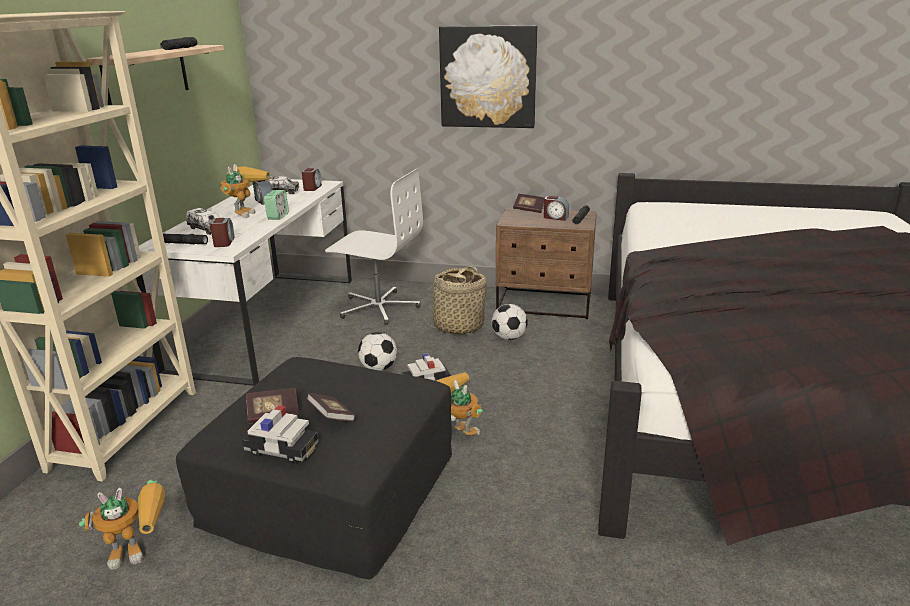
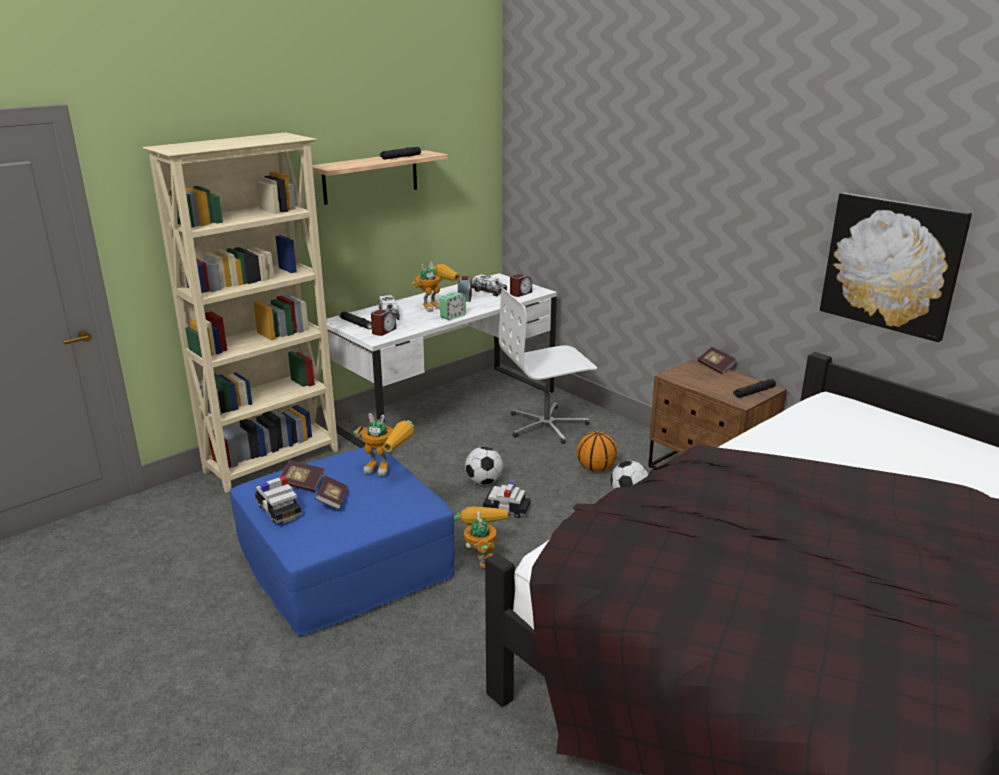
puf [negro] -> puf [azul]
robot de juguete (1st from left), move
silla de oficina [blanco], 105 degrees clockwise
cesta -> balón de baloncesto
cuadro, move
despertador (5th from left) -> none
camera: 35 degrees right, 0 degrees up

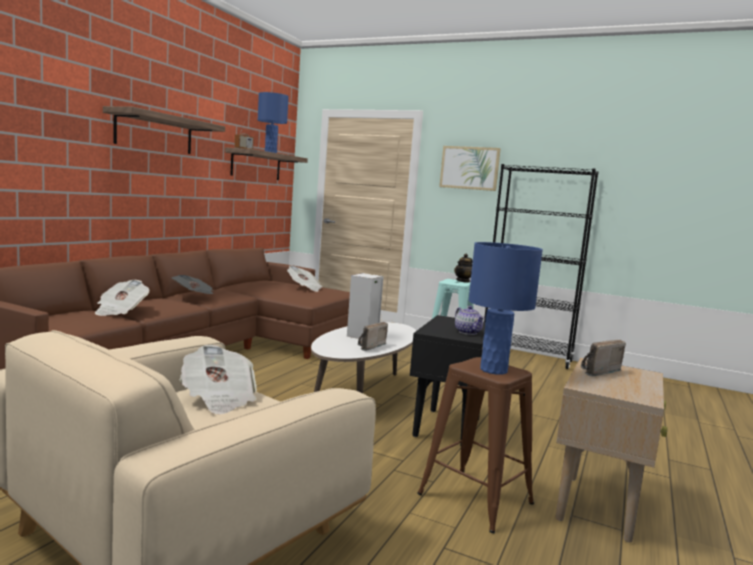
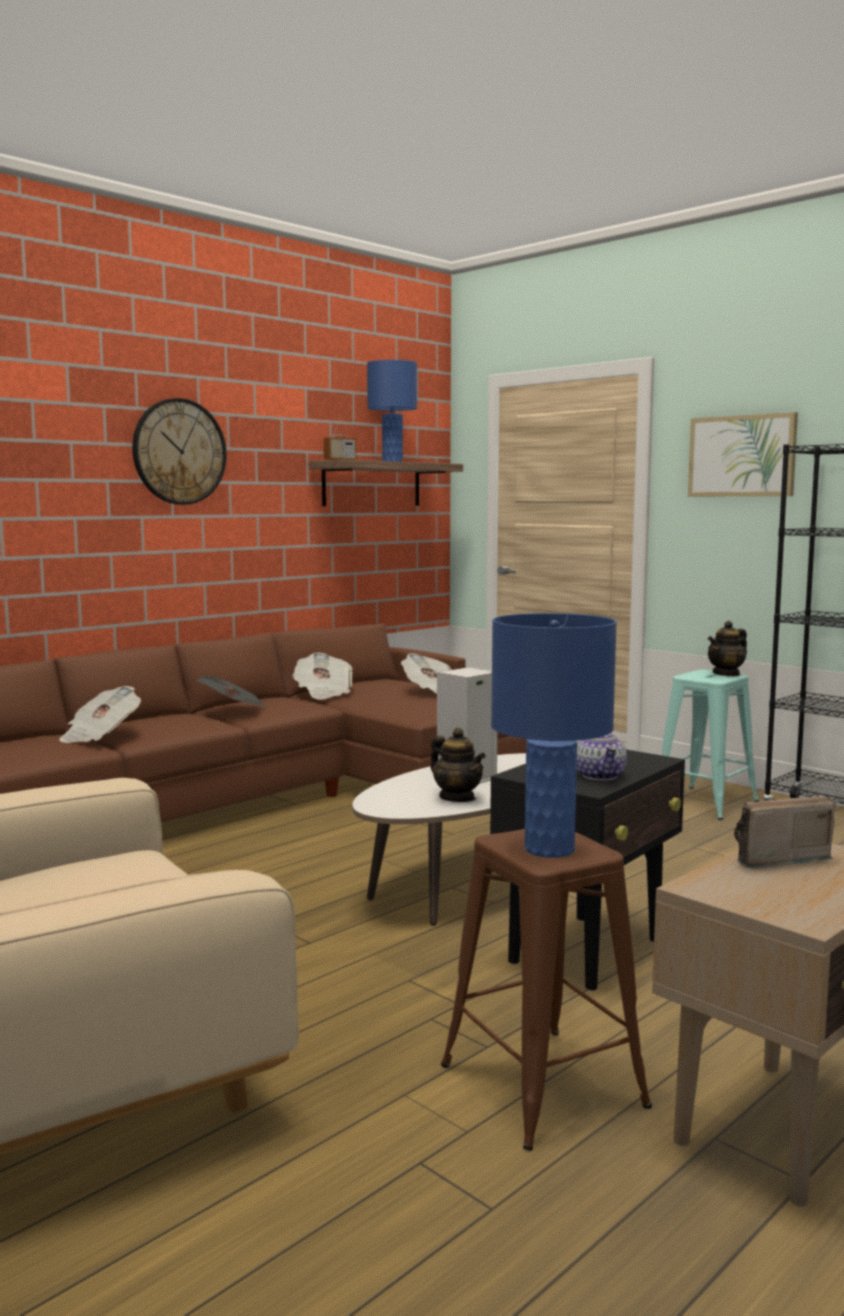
estante (1st from left) -> reloj de pared
periódico (3rd from left), move
radio (2nd from left) -> tetera (1st from left)
camera: 20 degrees right, 0 degrees up

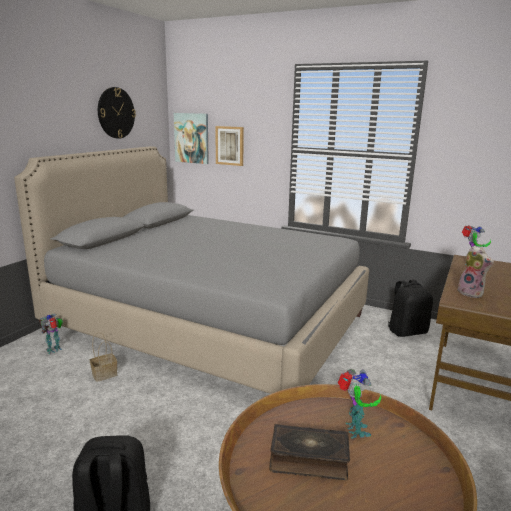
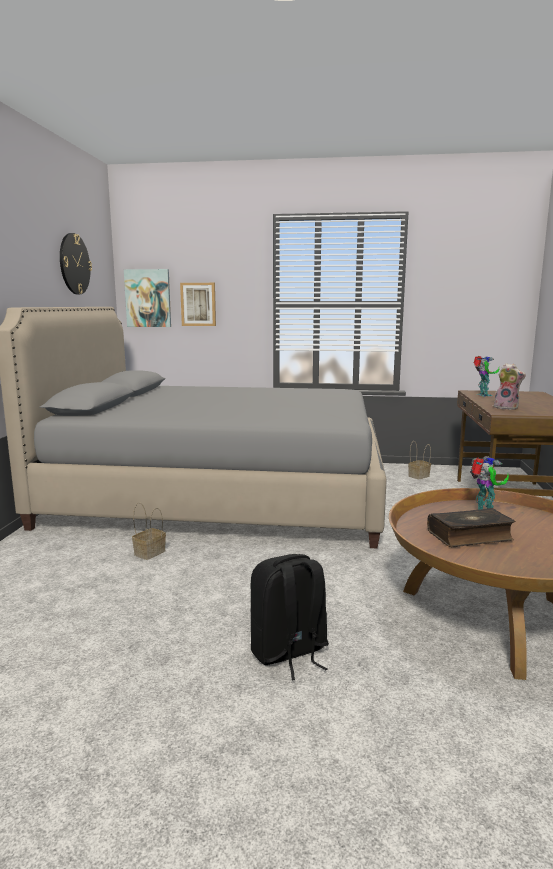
mochila [negro] (2nd from left) -> cesta (2nd from left)
robot de juguete (1st from left) -> none
camera: 20 degrees left, 5 degrees down

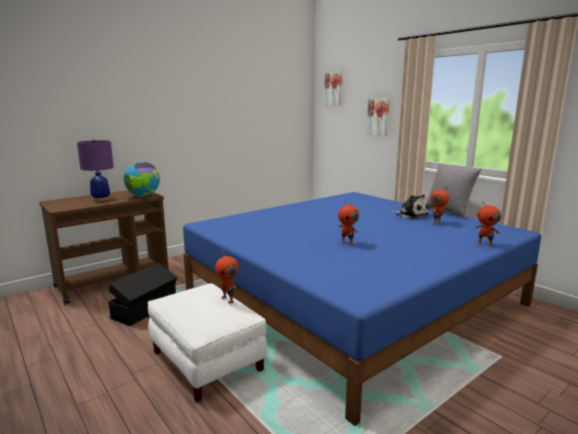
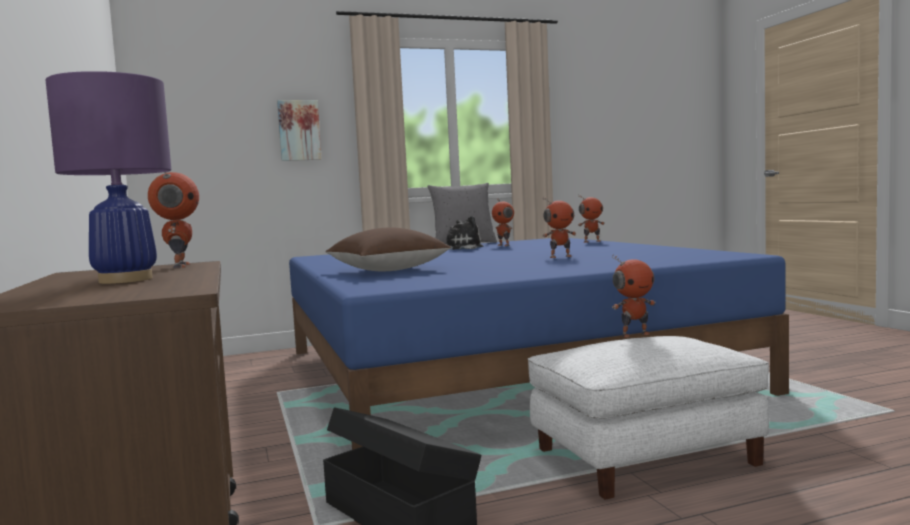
globo terráqueo -> robot de juguete (1st from left)
none -> cojín [marrón]
cuadro (1st from left) -> none
camera: 70 degrees left, 10 degrees down

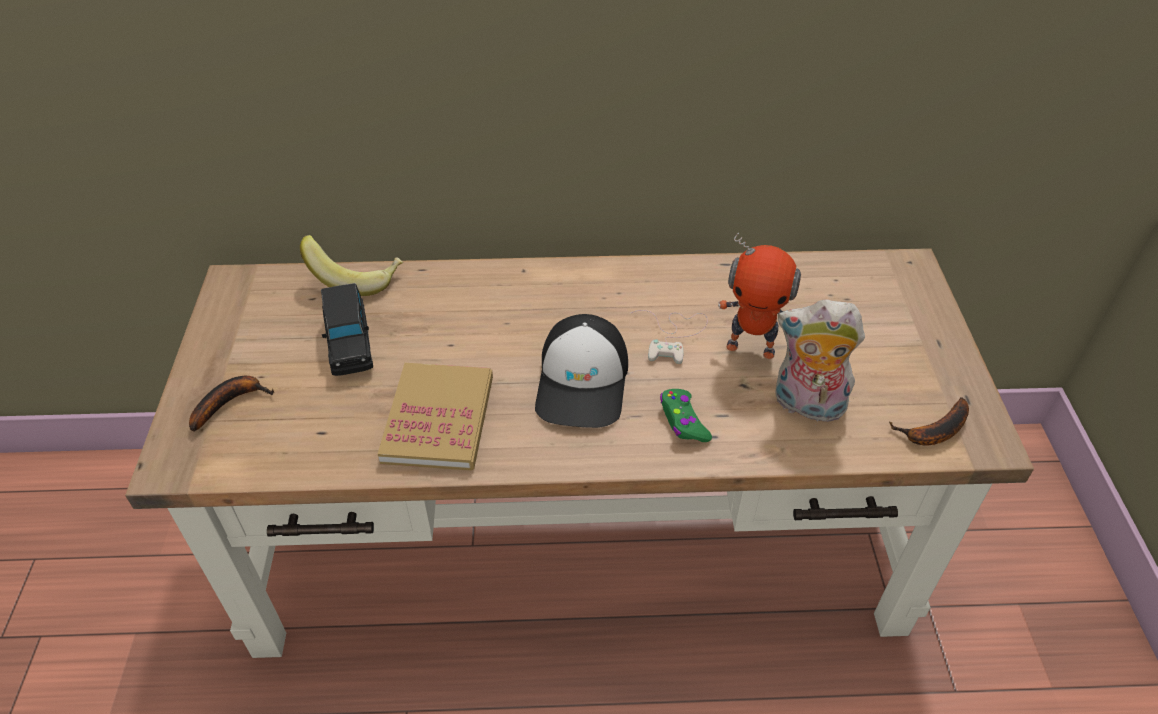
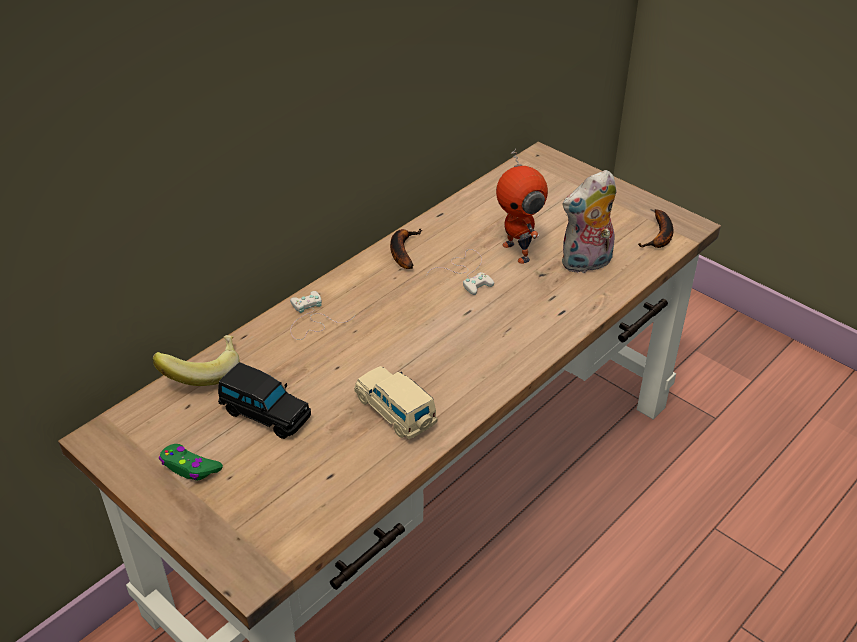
mando de consola [verde], move
none -> mando de consola [blanco] (1st from left)
libro -> coche de juguete [beis]
plátano (1st from left in the first image) -> plátano (2nd from left), move
robot de juguete, 90 degrees clockwise
gorra -> none
camera: 45 degrees left, 5 degrees down

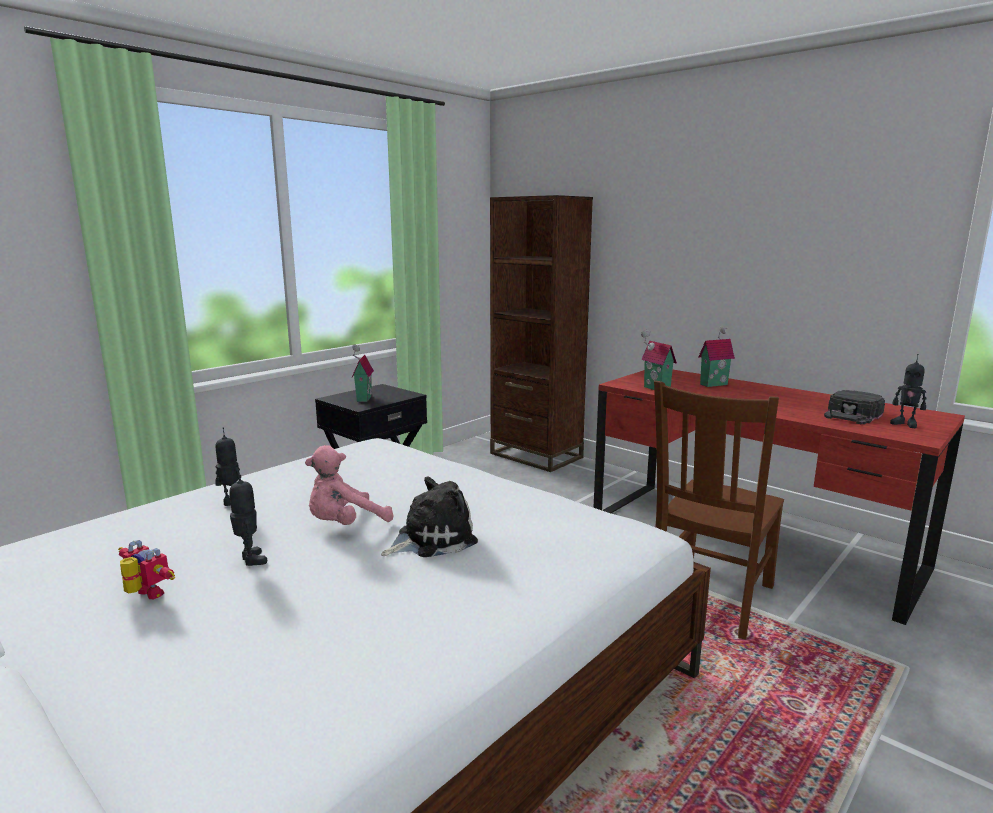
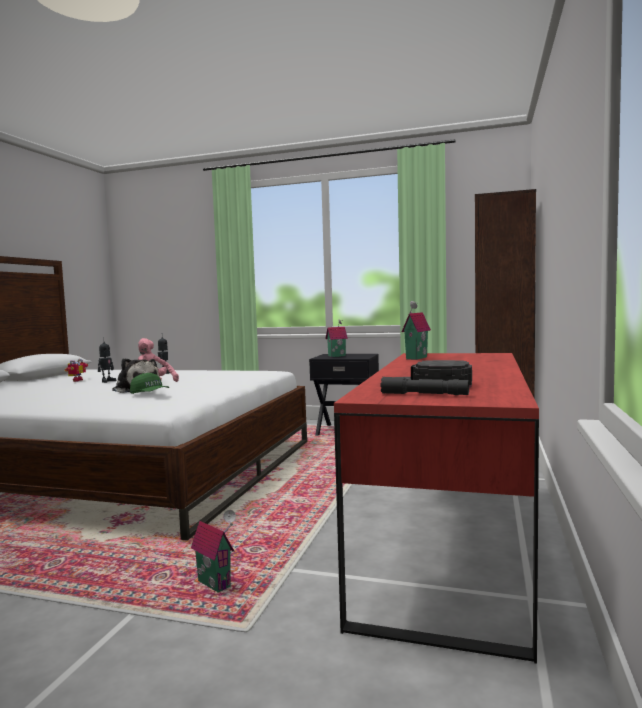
none -> gorra [verde]
casita (3rd from left in the first image) -> casita (1st from left), move
robot de juguete (4th from left) -> linterna [gris]
silla [marrón] -> none
camera: 65 degrees right, 10 degrees down

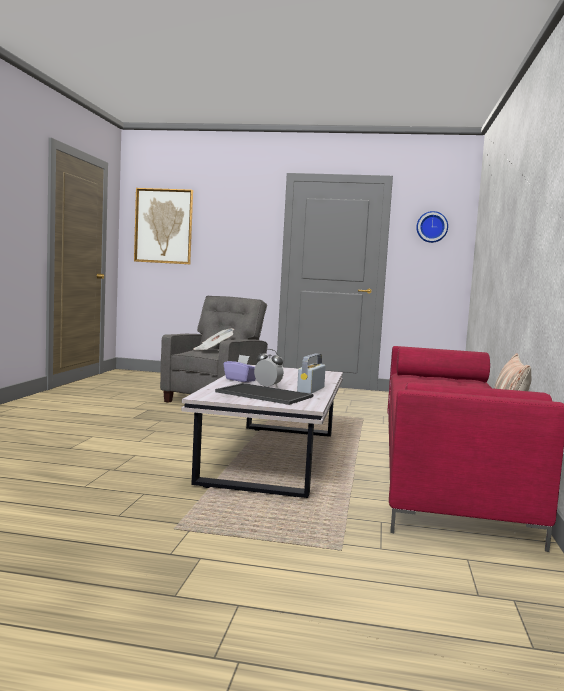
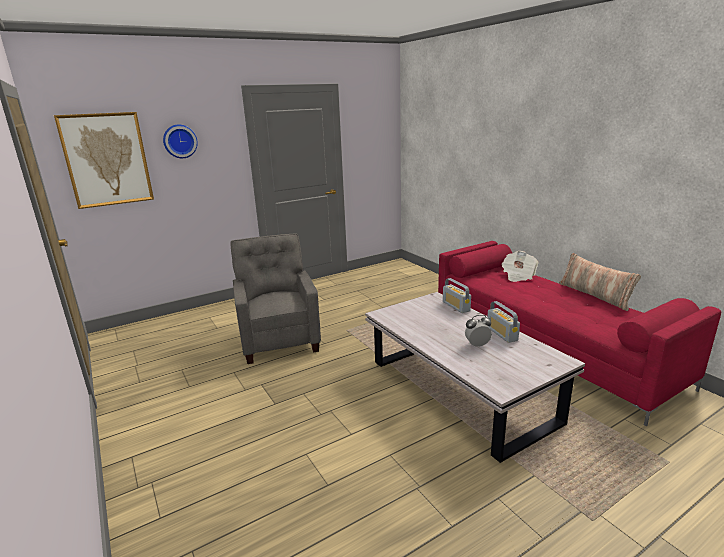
reloj de pared, move
none -> radio (1st from left)
periódico, move
bandeja -> none
caja de pañuelos [morado] -> none
camera: 40 degrees left, 15 degrees up

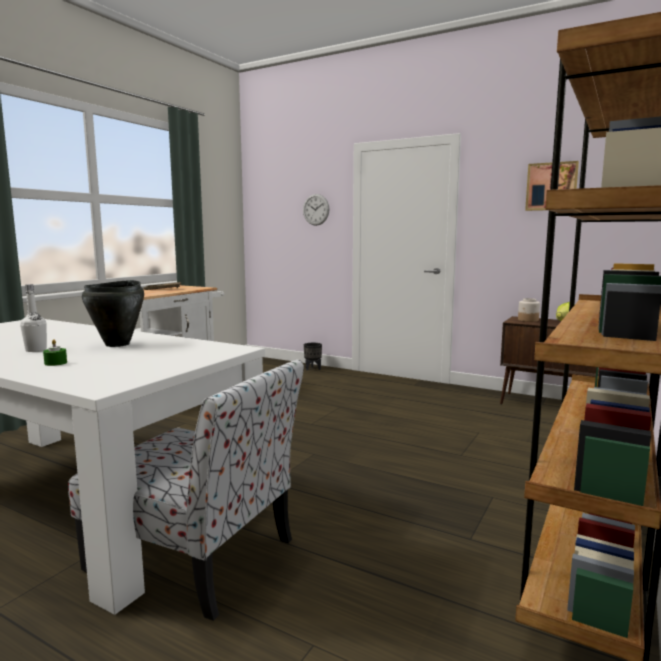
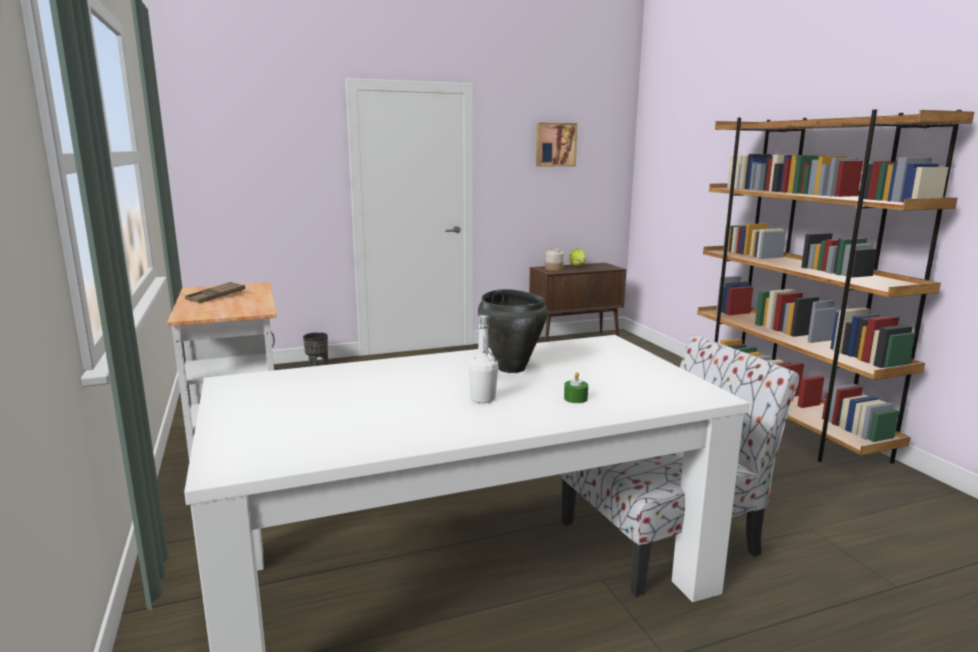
reloj de pared -> none
camera: 50 degrees left, 5 degrees up

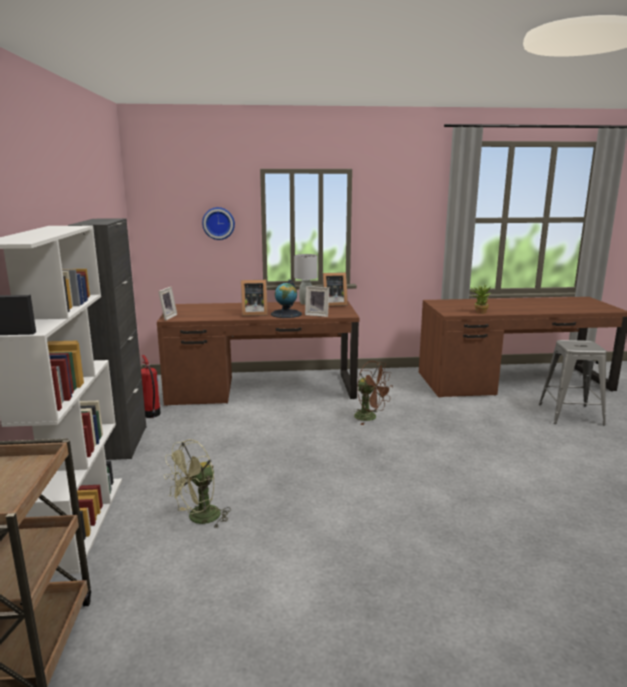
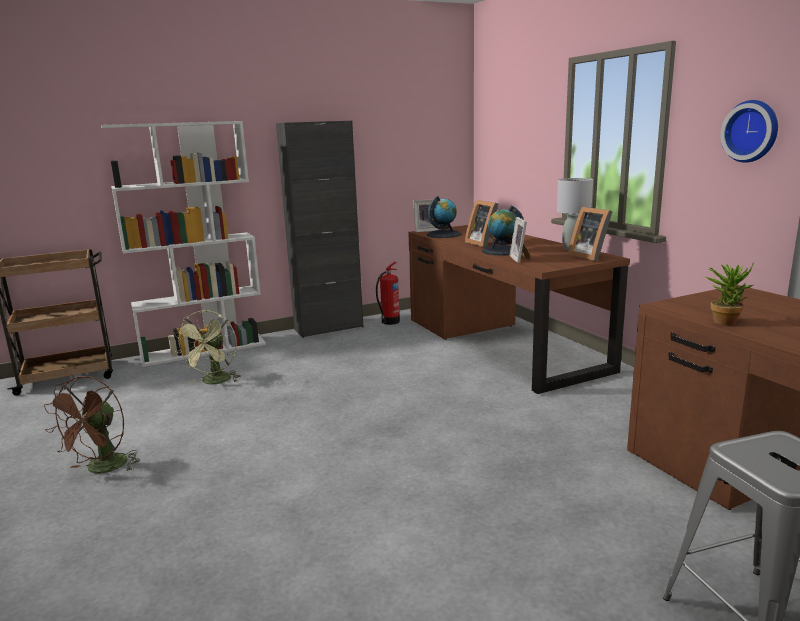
ventilador [marrón], move
ventilador [verde], 105 degrees counterclockwise
none -> globo terráqueo (1st from left)
reloj de pared, move
camera: 70 degrees right, 0 degrees up

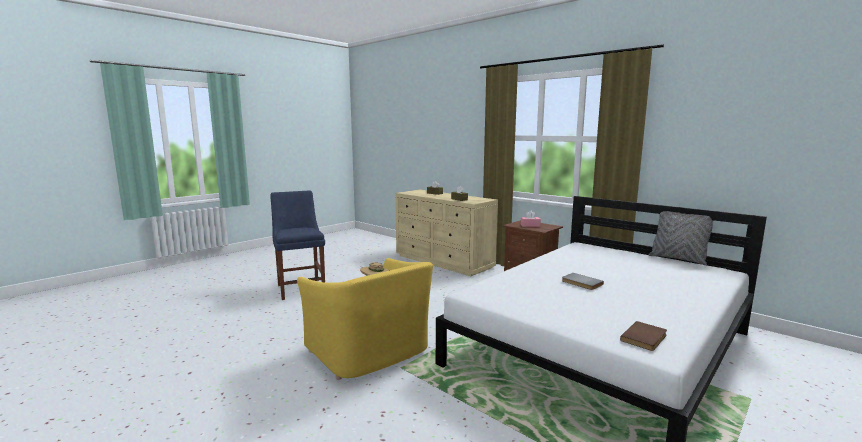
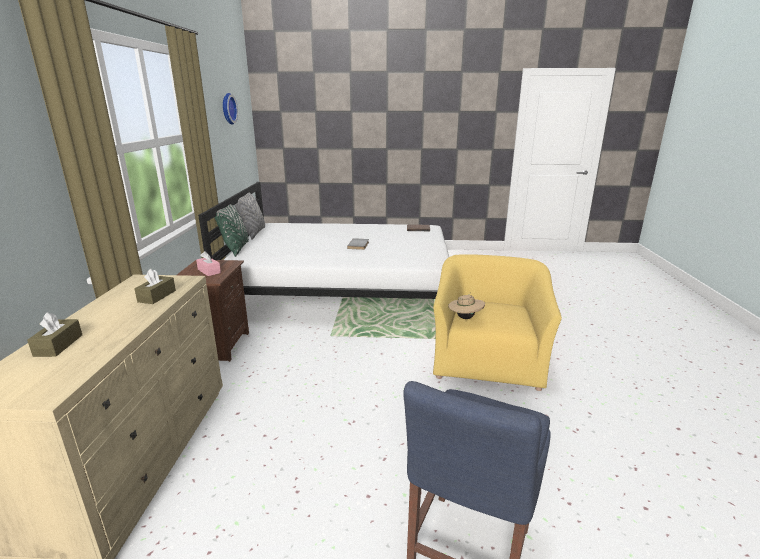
none -> cojín [verde]
none -> reloj de pared
camera: 130 degrees left, 10 degrees up

